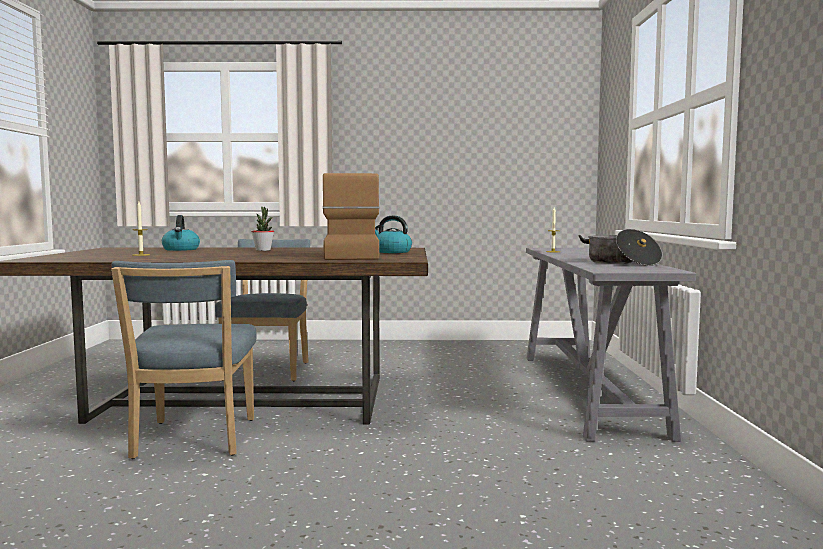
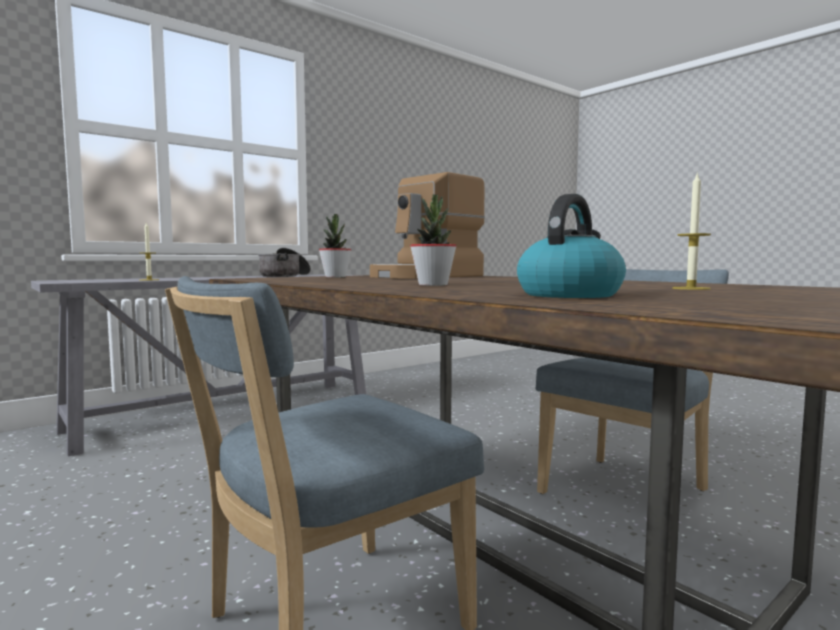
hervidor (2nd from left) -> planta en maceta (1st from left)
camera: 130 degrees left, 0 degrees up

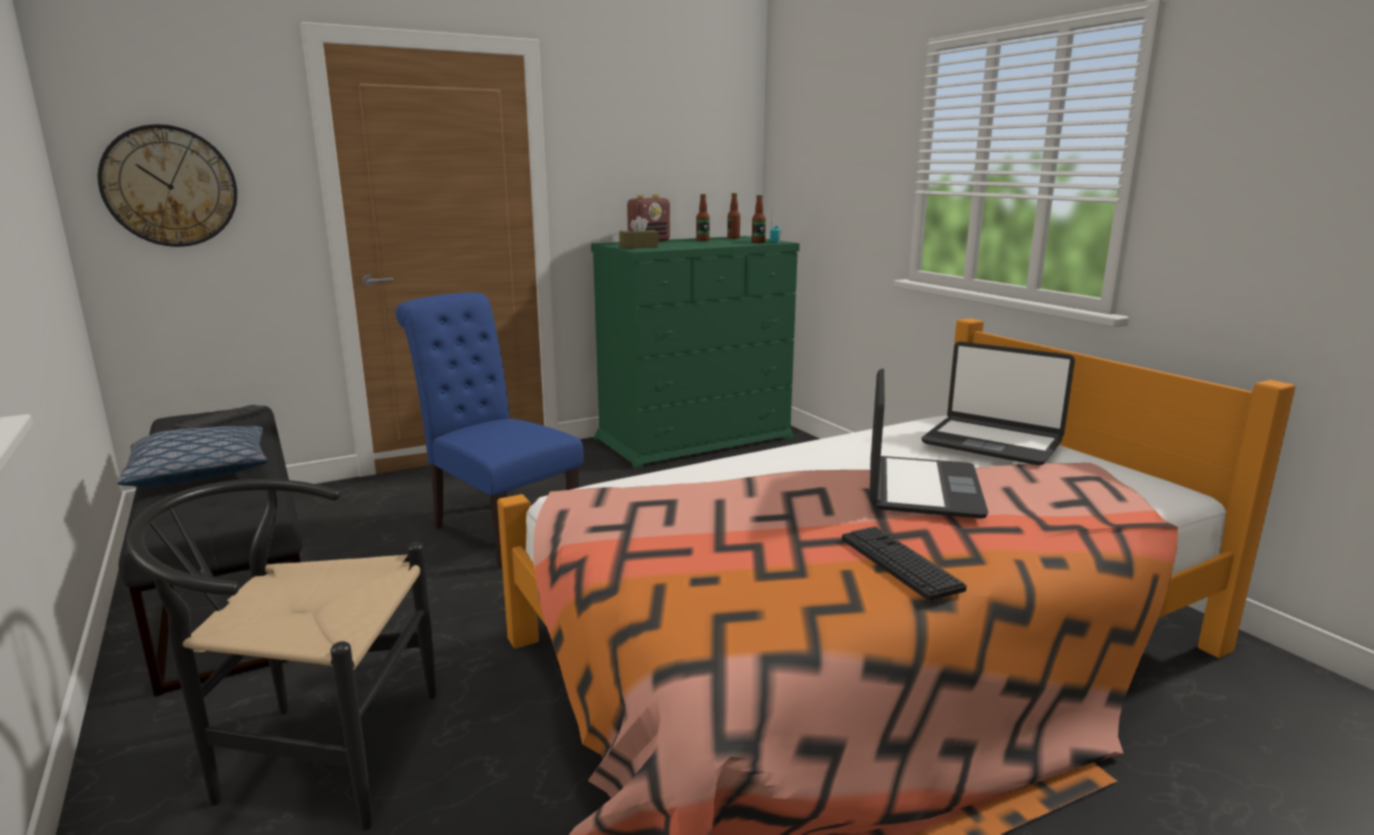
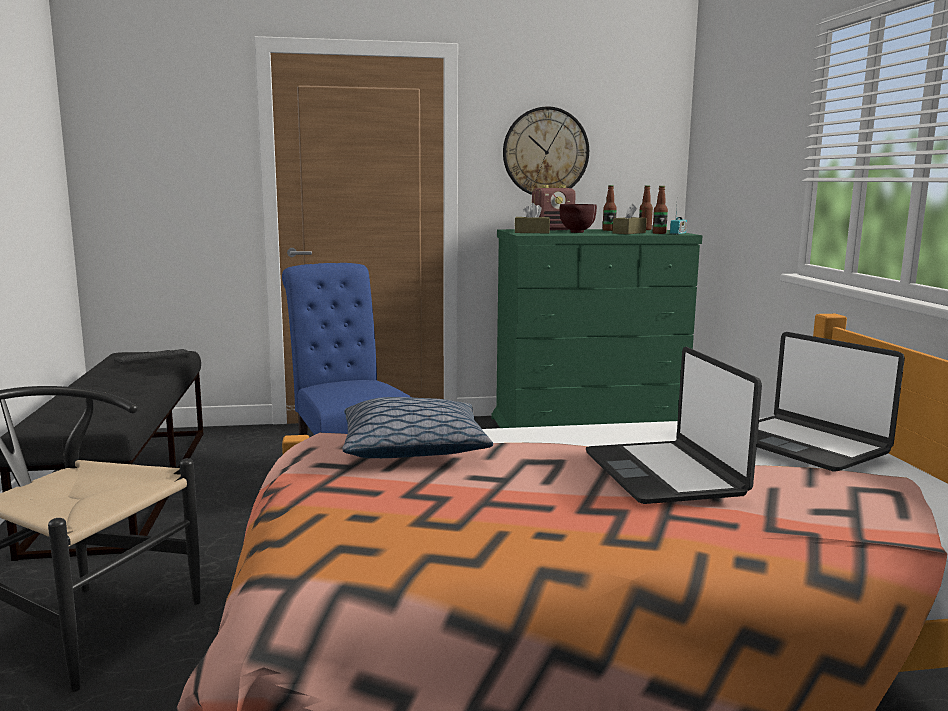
cojín, move
reloj de pared, move
none -> cuenco [marrón]
portátil (1st from left), 135 degrees clockwise
none -> caja de pañuelos [marrón] (2nd from left)
teclado (2nd from left) -> none
camera: 20 degrees right, 5 degrees down

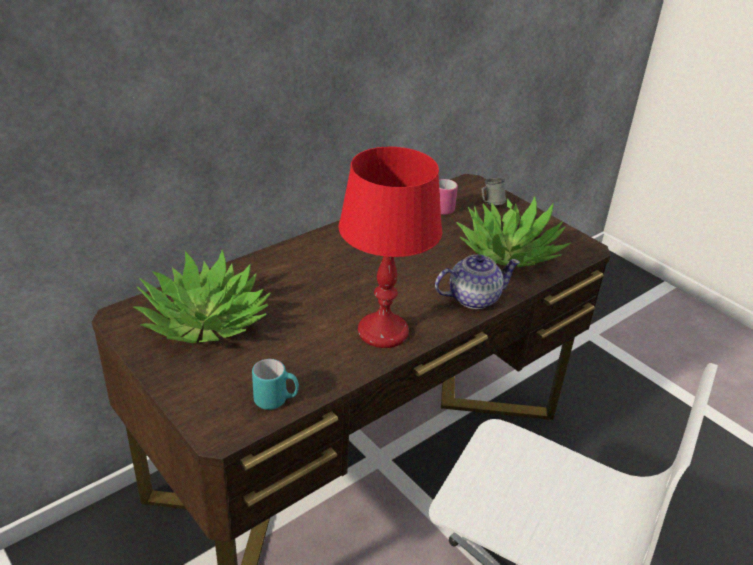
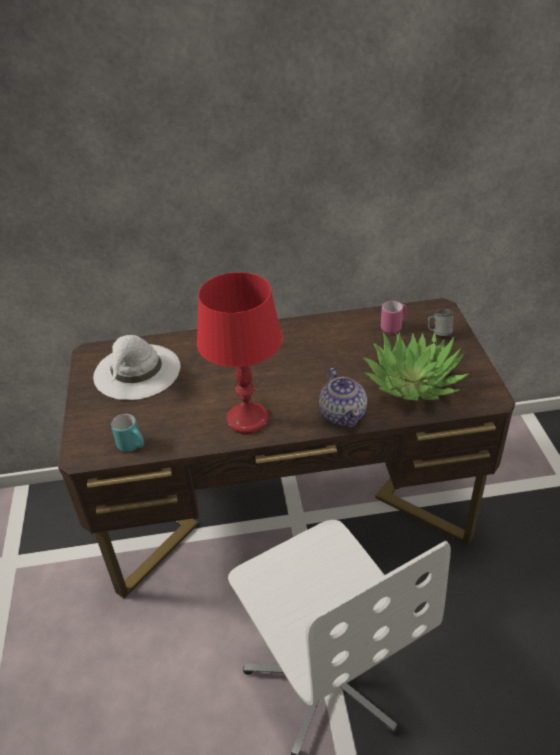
planta en maceta (1st from left) -> sombrero [blanco]
tetera, 60 degrees clockwise
camera: 35 degrees right, 5 degrees up

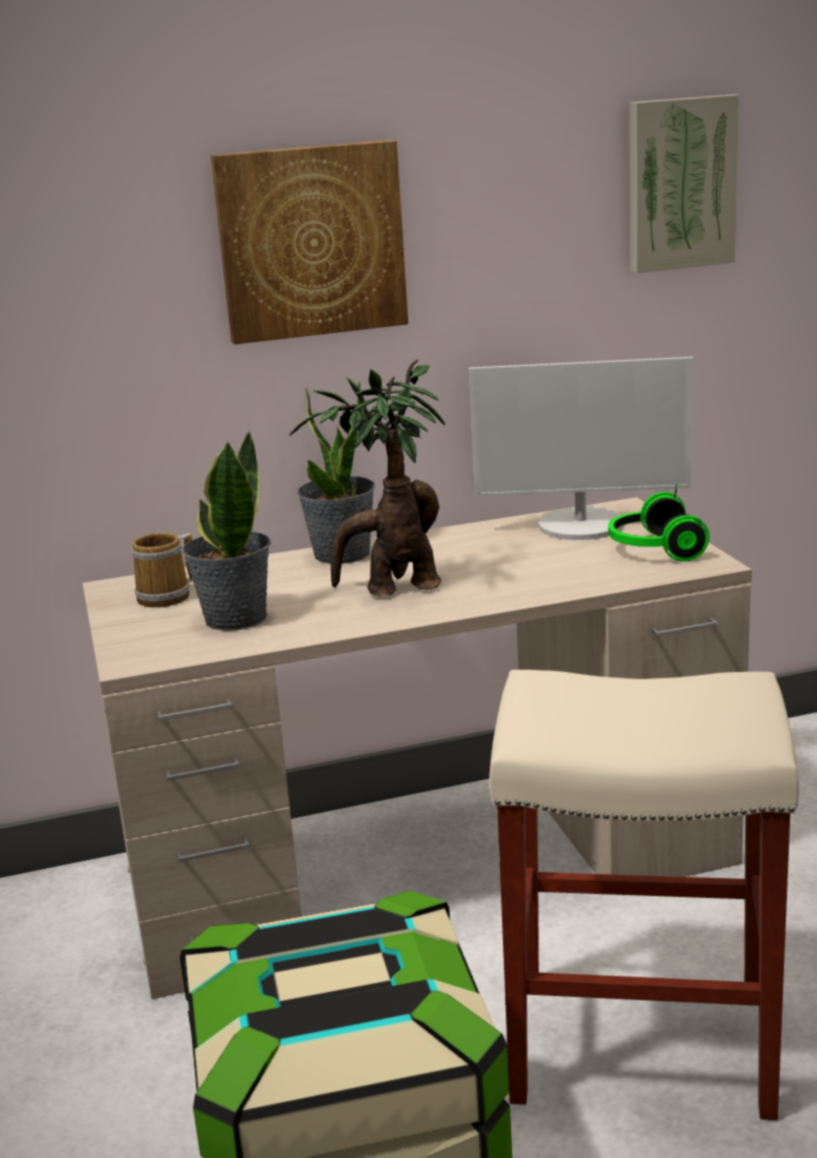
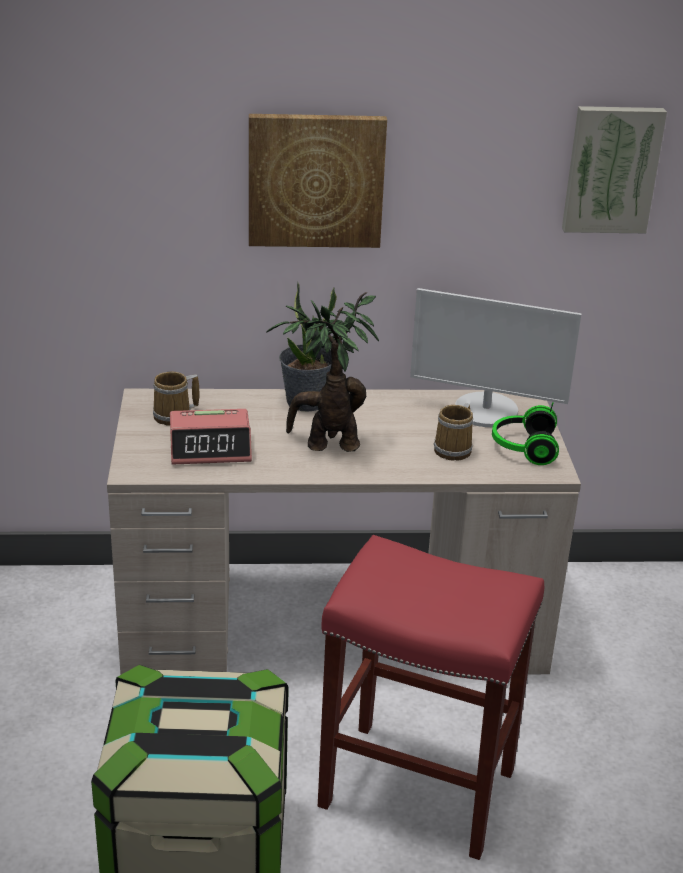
planta en maceta (1st from left) -> despertador
taburete [beis] -> taburete [rojo]
none -> taza grande (2nd from left)
camera: 10 degrees right, 10 degrees up

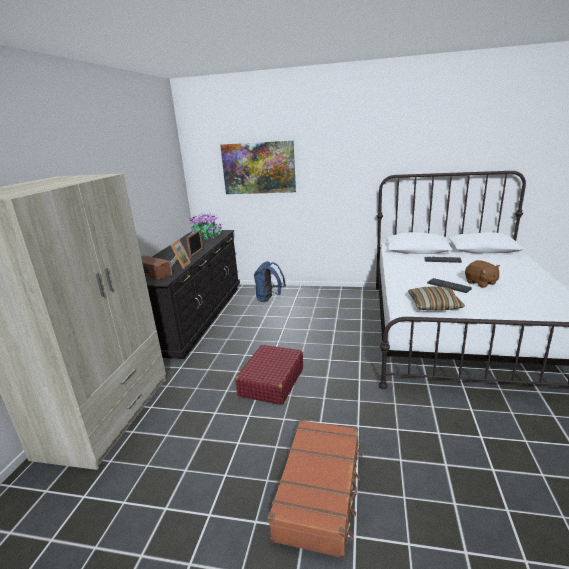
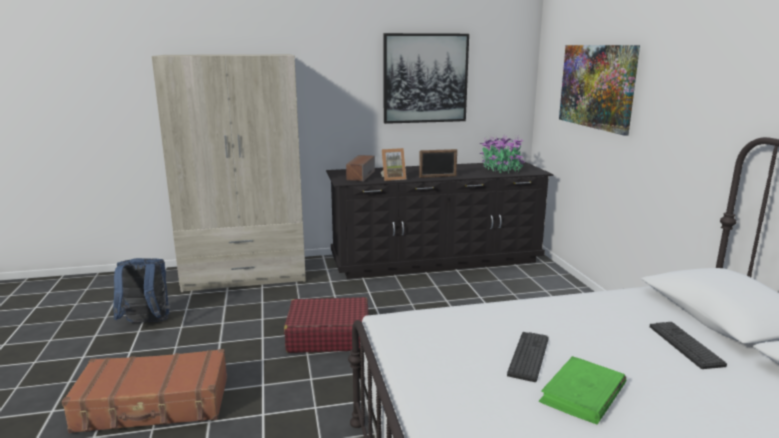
mochila [azul], move
none -> cuadro (1st from left)
peluche [marrón] -> libro [verde]
cojín -> none
camera: 65 degrees right, 5 degrees down

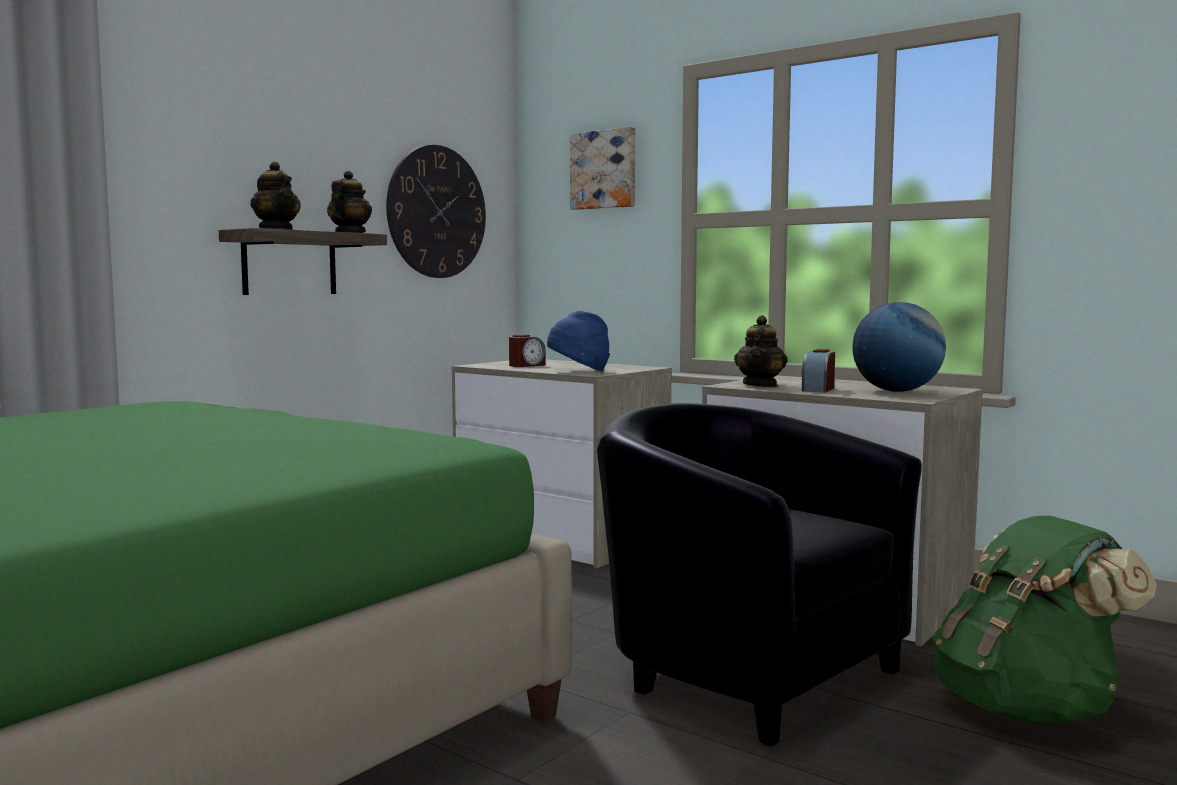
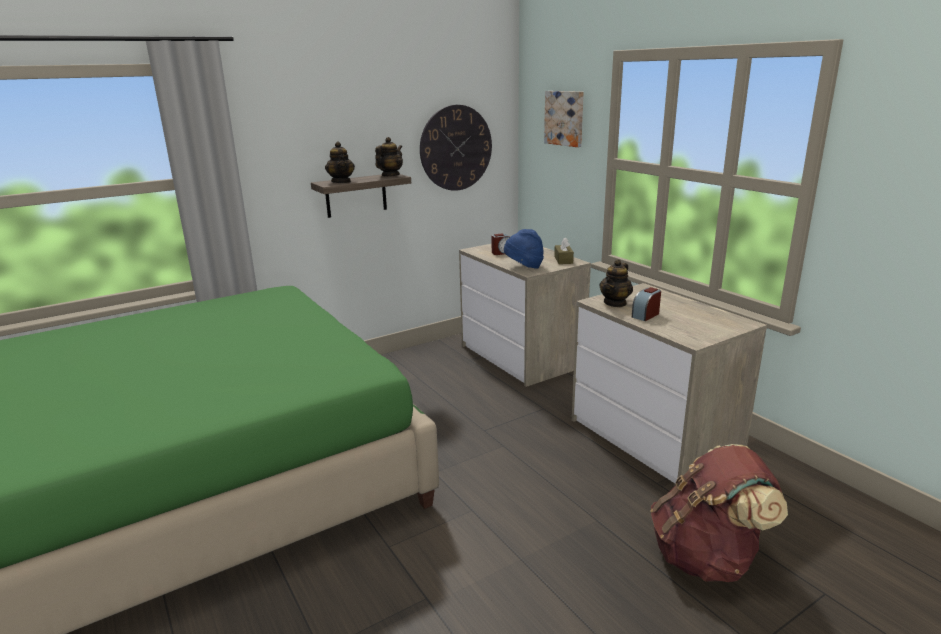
none -> caja de pañuelos [marrón]
mochila [verde] -> mochila [marrón]
sillón [negro] -> none
globo terráqueo -> none
camera: 20 degrees right, 15 degrees up

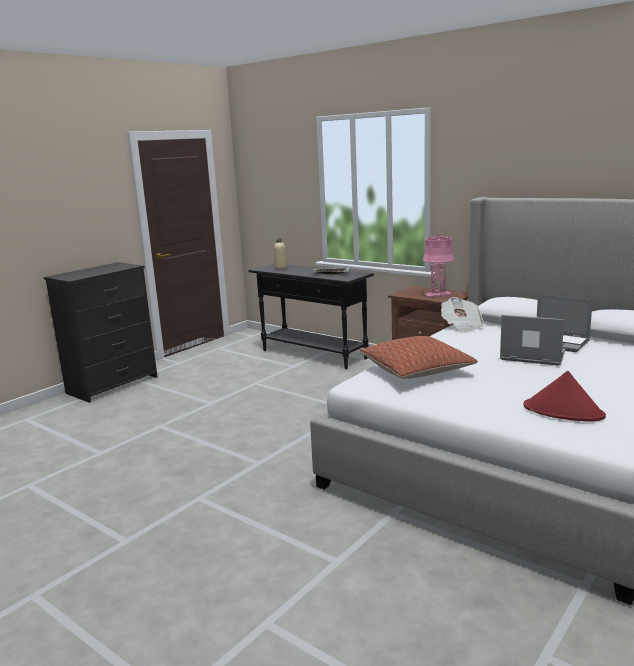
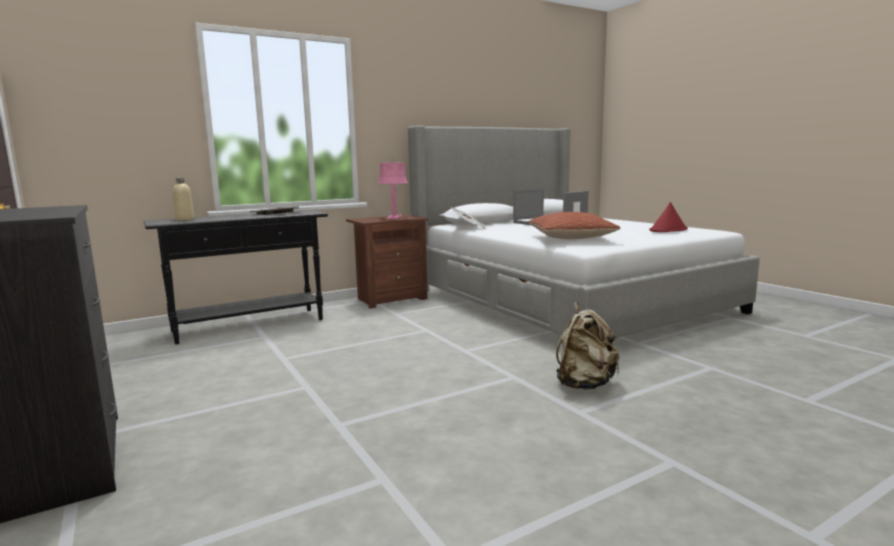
none -> mochila [beis]
camera: 70 degrees left, 5 degrees down

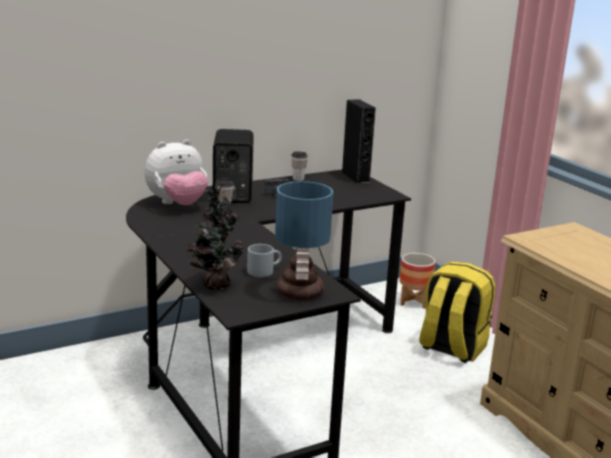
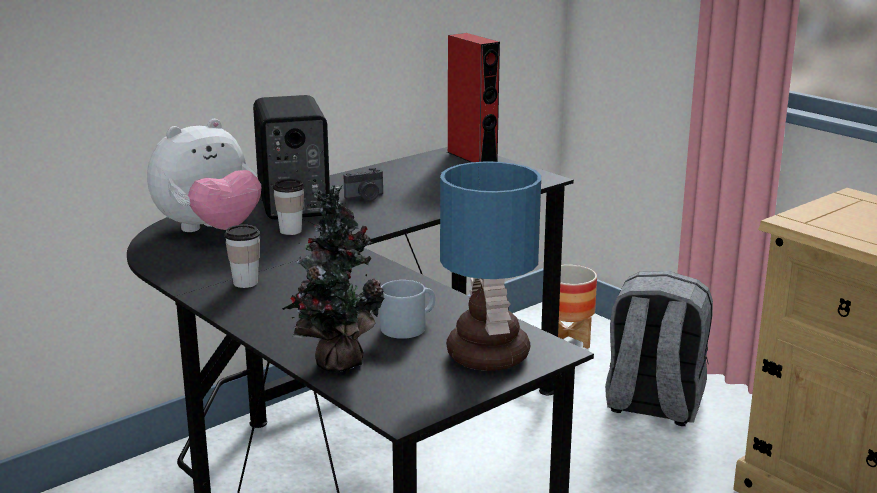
taza (2nd from left in the first image) -> taza (1st from left), move
altavoz [negro] (2nd from left) -> altavoz [rojo]
mochila [amarillo] -> mochila [gris]
camera: 10 degrees left, 0 degrees up

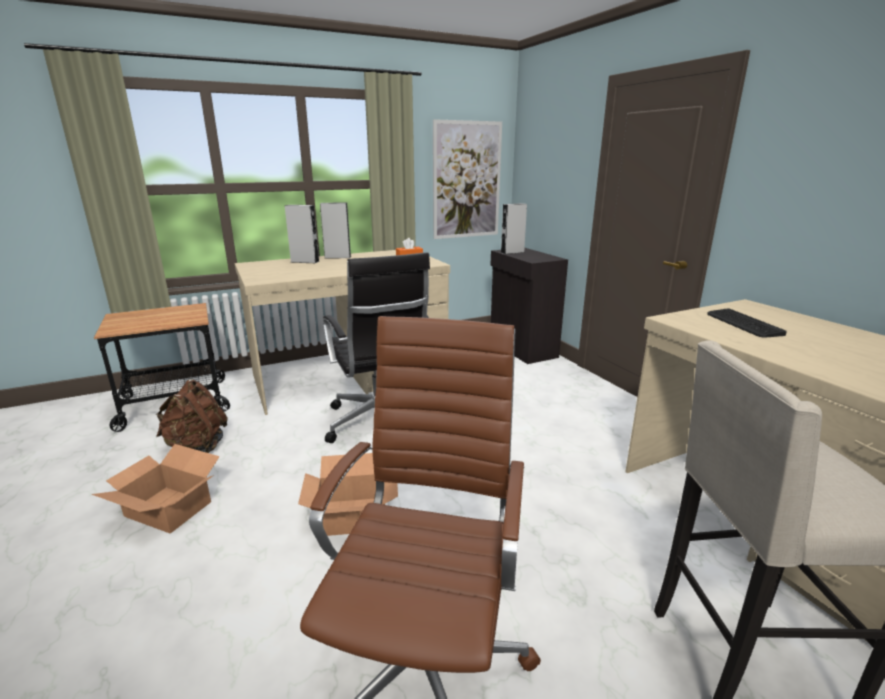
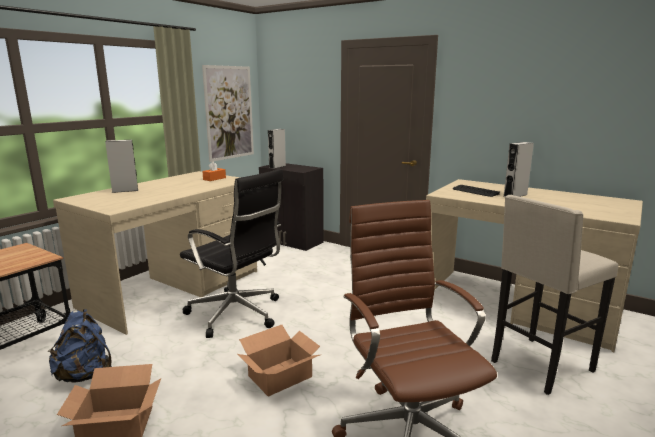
mochila [marrón] -> mochila [azul]
altavoz [gris] (2nd from left in the first image) -> altavoz [gris] (3rd from left), move
camera: 30 degrees left, 5 degrees down

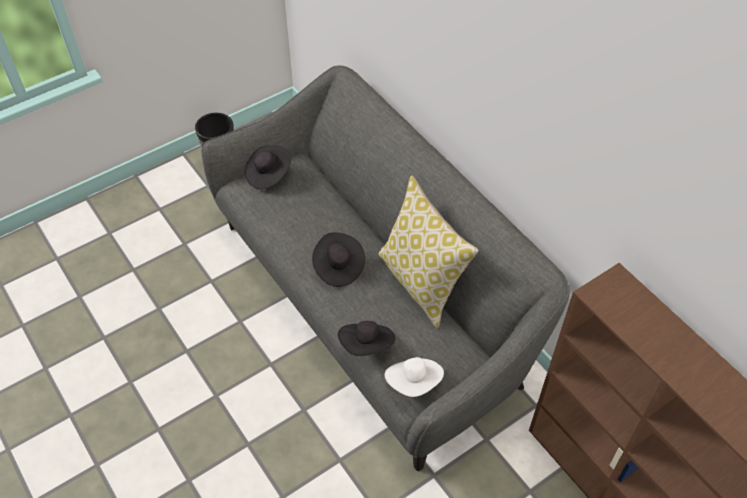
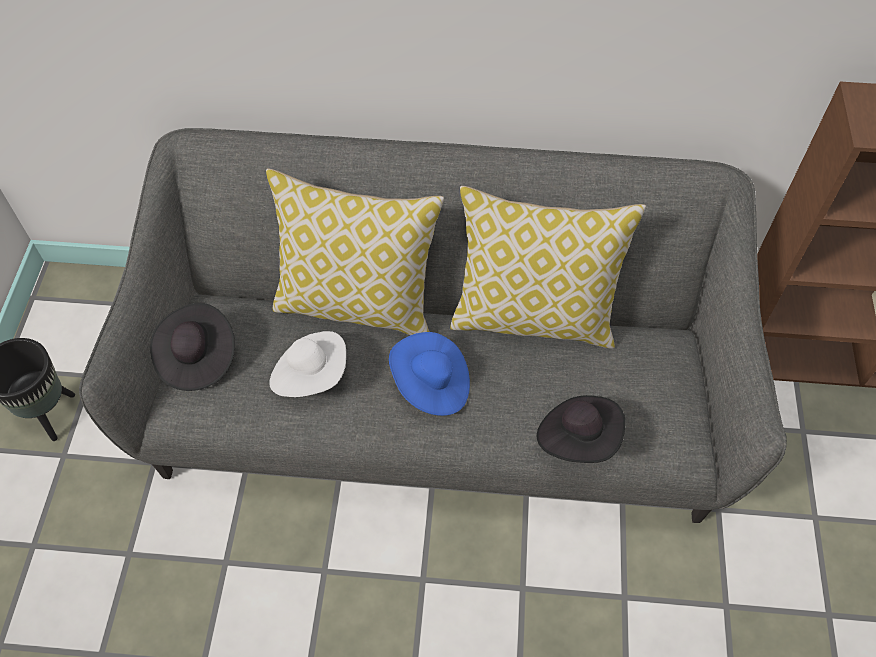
none -> cojín (1st from left)
sombrero [blanco], move
sombrero [negro] (2nd from left) -> sombrero [azul]
camera: 50 degrees left, 5 degrees up

